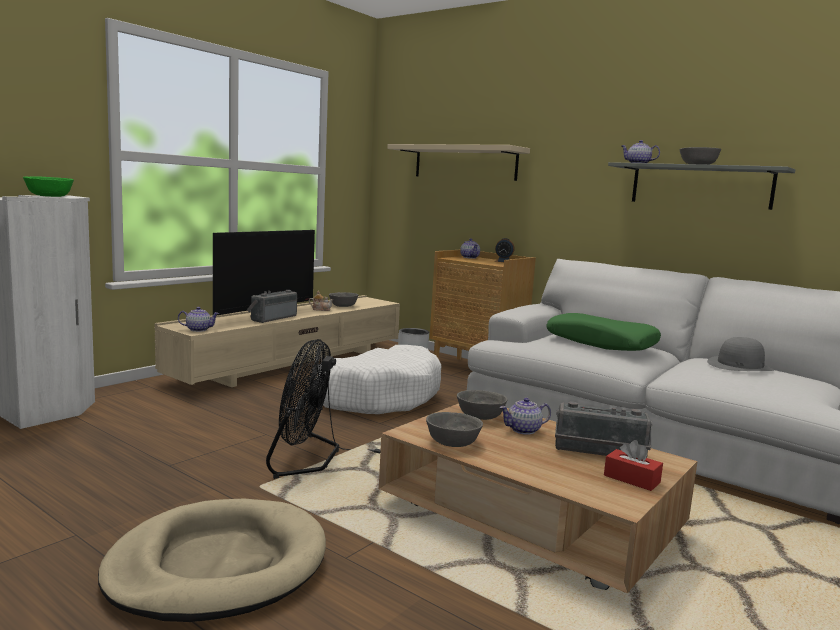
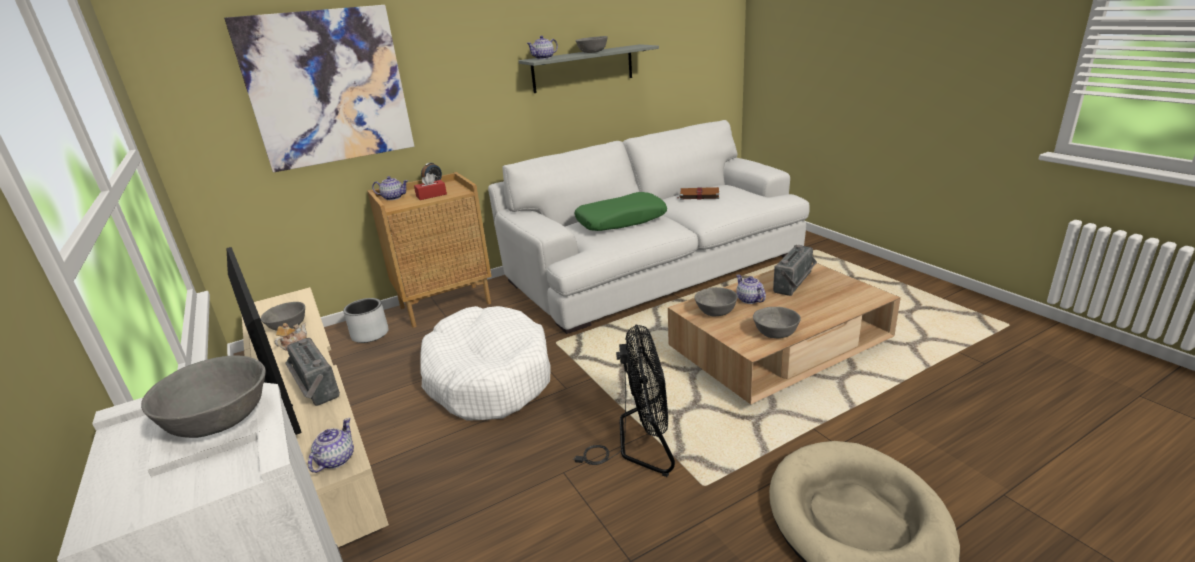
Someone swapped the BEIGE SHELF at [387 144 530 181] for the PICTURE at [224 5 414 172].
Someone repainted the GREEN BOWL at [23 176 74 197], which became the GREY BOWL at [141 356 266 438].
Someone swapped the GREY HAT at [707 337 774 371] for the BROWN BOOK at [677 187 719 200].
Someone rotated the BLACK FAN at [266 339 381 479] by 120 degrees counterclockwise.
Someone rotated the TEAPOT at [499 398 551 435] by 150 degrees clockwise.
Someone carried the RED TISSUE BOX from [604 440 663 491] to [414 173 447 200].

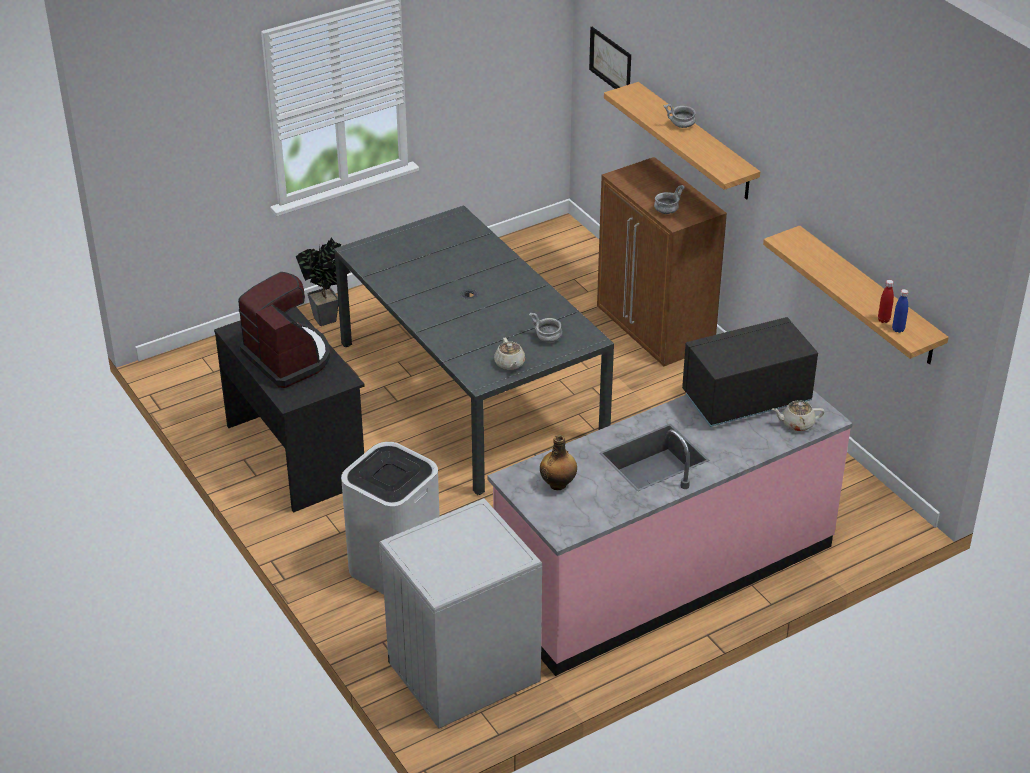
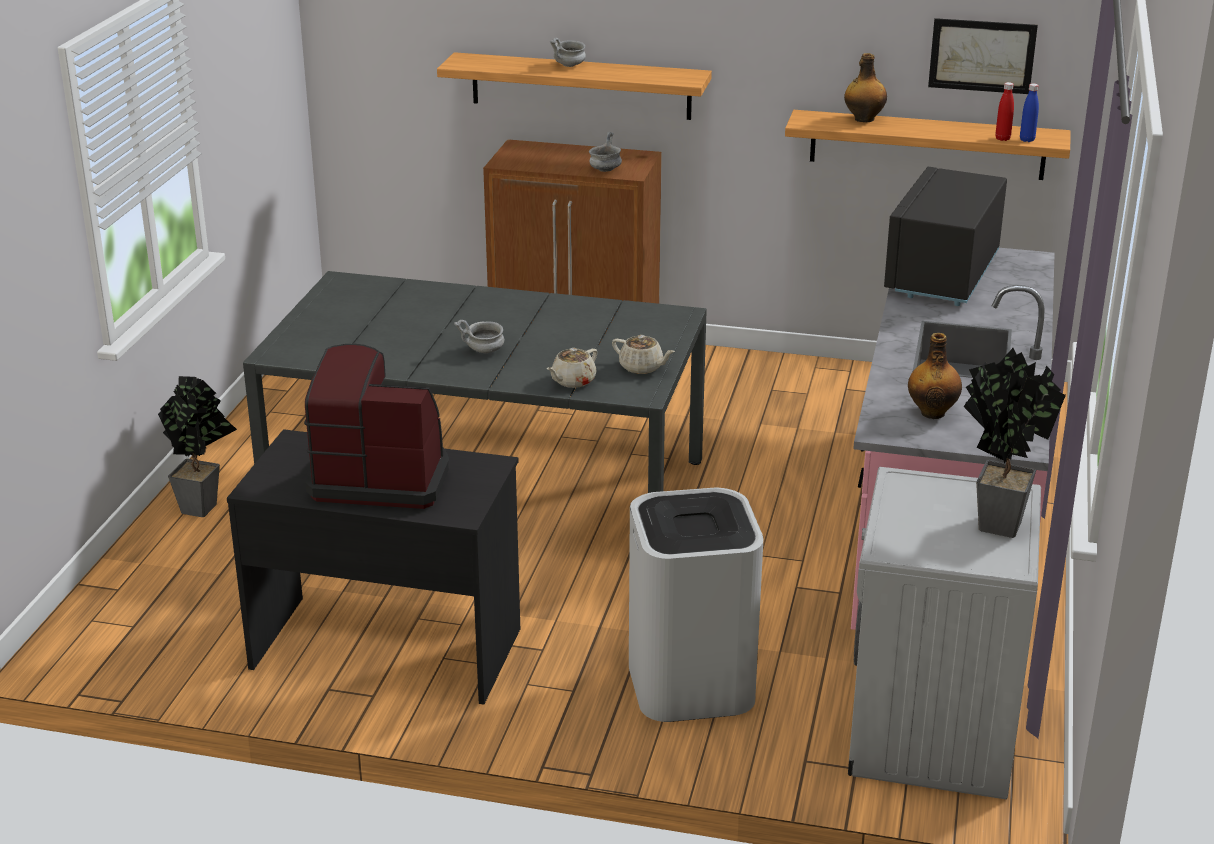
Someone carried the PICTURE from [589 27 631 89] to [928 18 1038 94].
Someone carried the GREY BOWL from [529 313 562 342] to [454 320 504 353].
Someone carried the BEIGE TEAPOT from [772 400 825 431] to [547 348 597 388].
Someone put down the BOTTLE at [844 53 887 122].
Someone put down the POTTED PLANT at [963 348 1066 538].

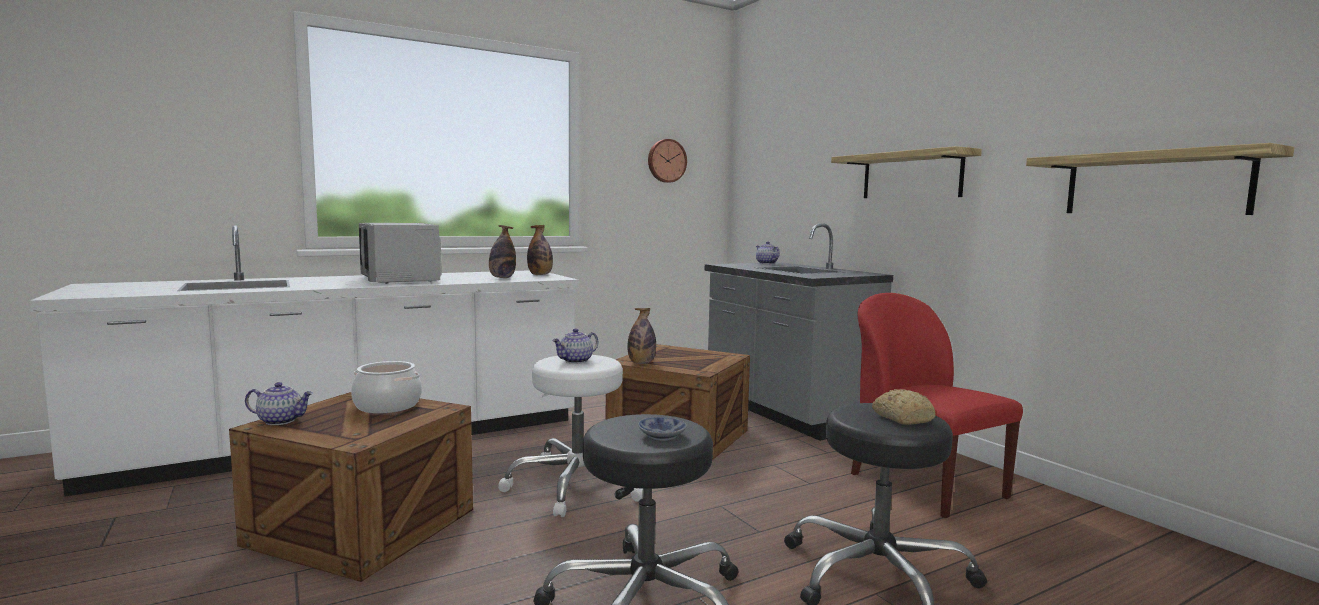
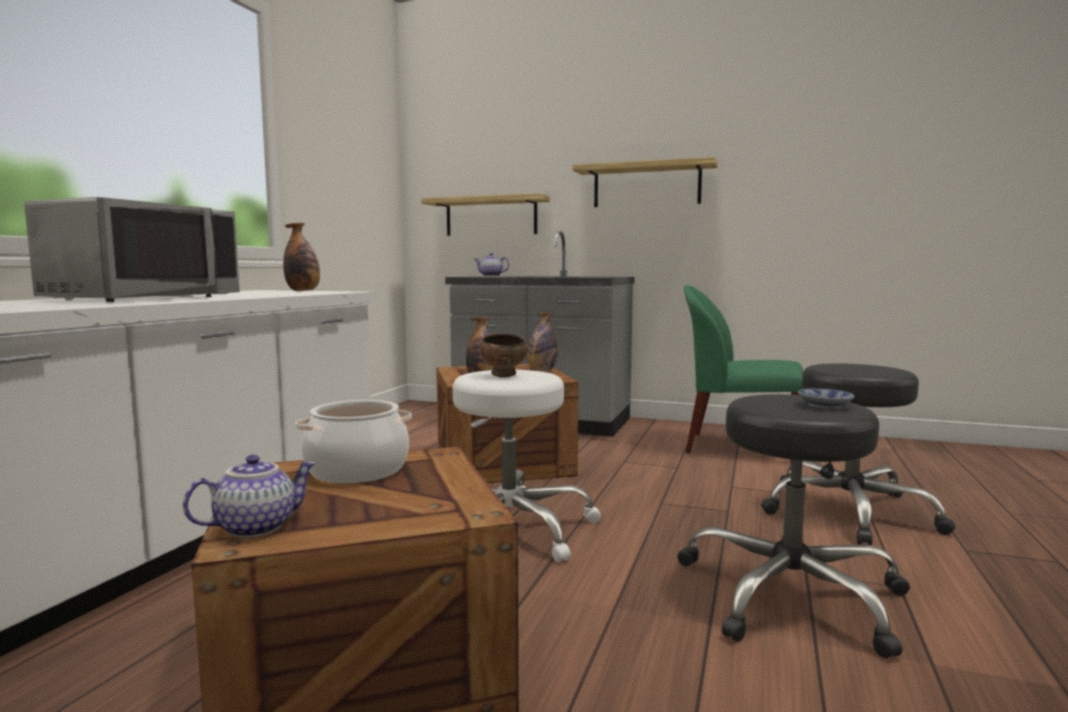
Someone took away the WALL CLOCK at [648 139 687 183].
Someone carried the SHELF from [1026 143 1294 215] to [421 193 550 236].
Someone rotated the GREY MICROWAVE at [359 223 442 284] by 90 degrees counterclockwise.
Someone carried the BOTTLE from [489 225 516 278] to [528 312 558 371].
Someone repainted the RED CHAIR at [851 293 1023 518], which became the GREEN CHAIR at [684 285 803 463].
Someone swapped the TEAPOT at [552 328 598 364] for the BROWN BOWL at [480 334 528 378].
Someone took away the BREAD at [872 389 935 425].

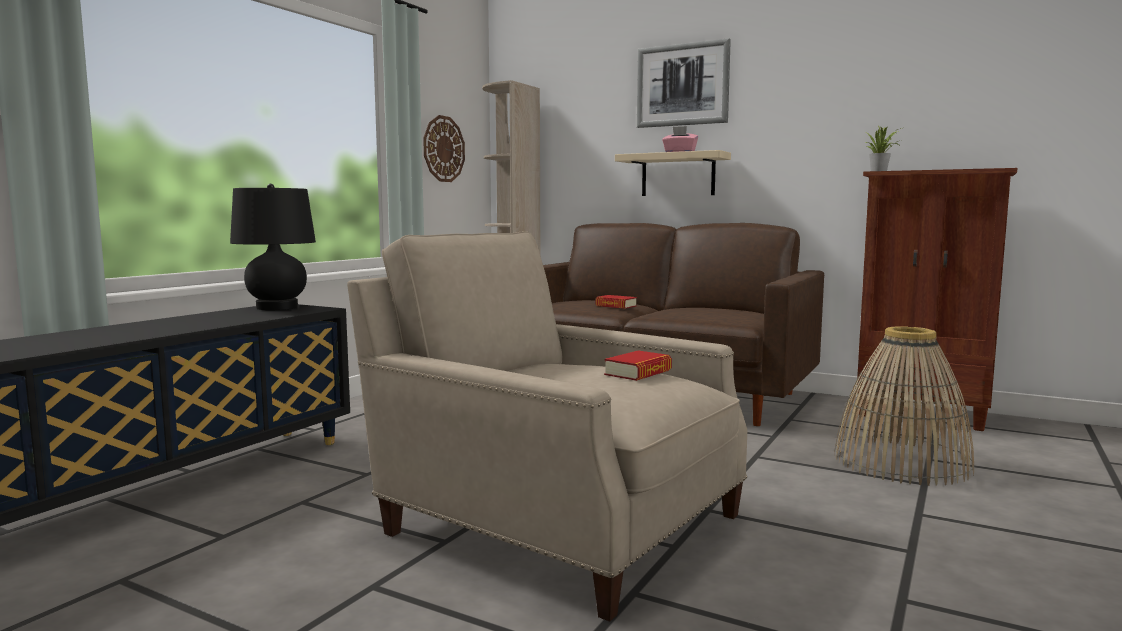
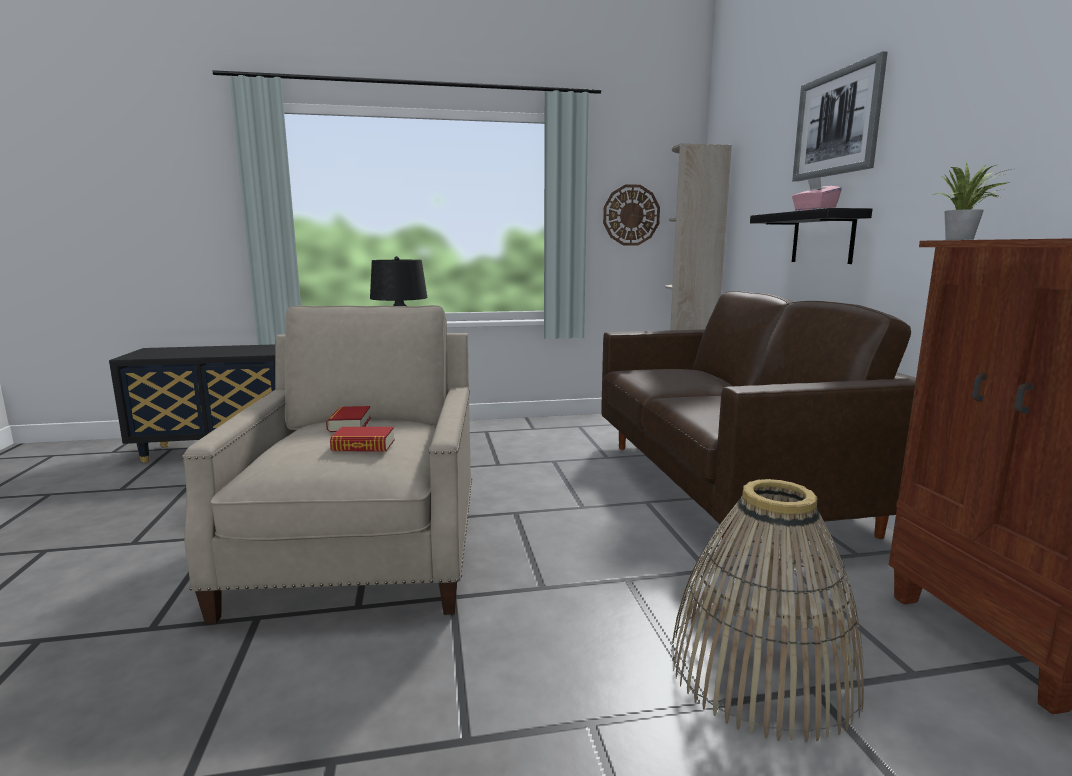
Someone repainted the BEIGE SHELF at [615 150 731 196], which became the BLACK SHELF at [750 208 872 264].
Someone carried the BOOK from [595 295 637 309] to [326 406 371 432].

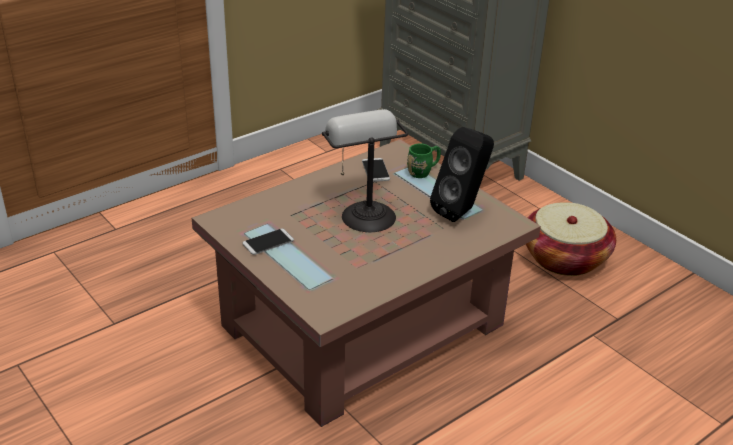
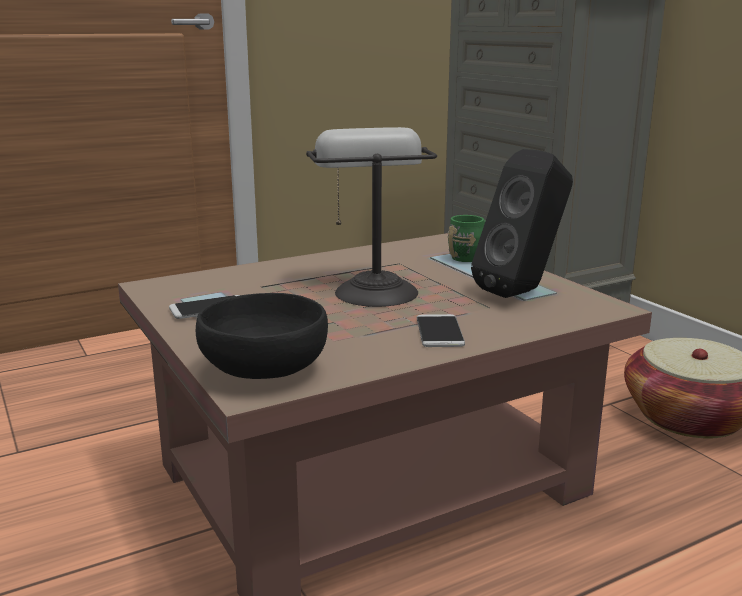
Someone carried the PHONE from [362 158 390 182] to [417 314 465 347].
Someone put down the BLACK BOWL at [195 293 328 379].

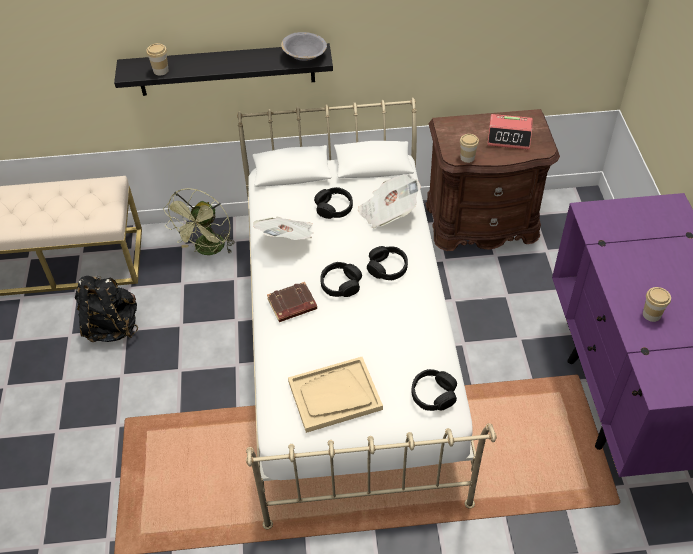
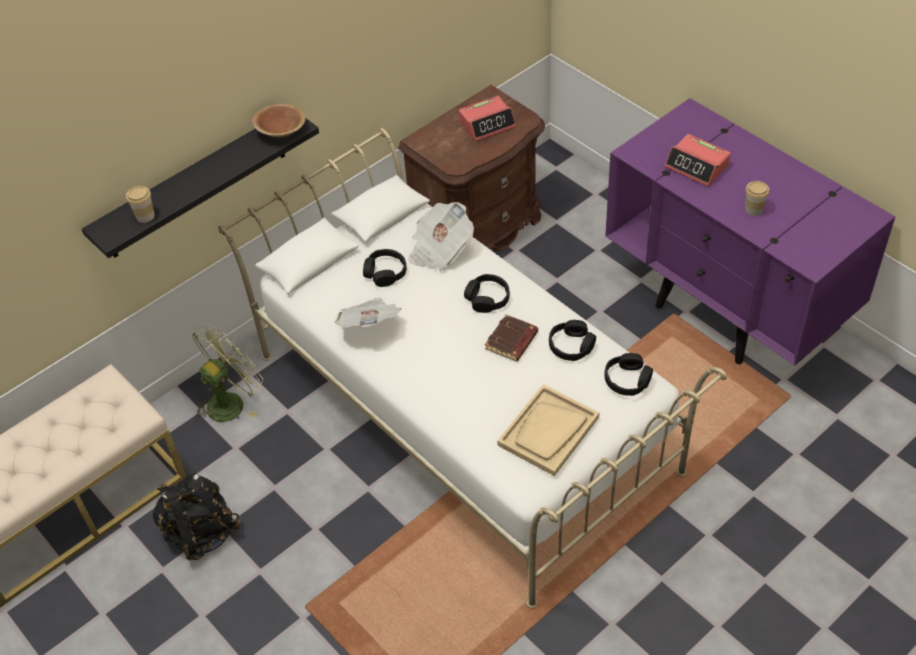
Someone repainted the GREY BOWL at [281 32 327 61], which became the BROWN BOWL at [252 104 305 137].
Someone took away the CUP at [460 134 479 163].
Someone rotated the GREEN FAN at [163 188 235 255] by 120 degrees counterclockwise.
Someone carried the BLACK HEADPHONES from [320 262 362 297] to [549 320 596 361].
Someone carried the BROWN BOOK from [267 282 317 322] to [485 314 538 361].
Someone put down the ALARM CLOCK at [665 134 731 186].

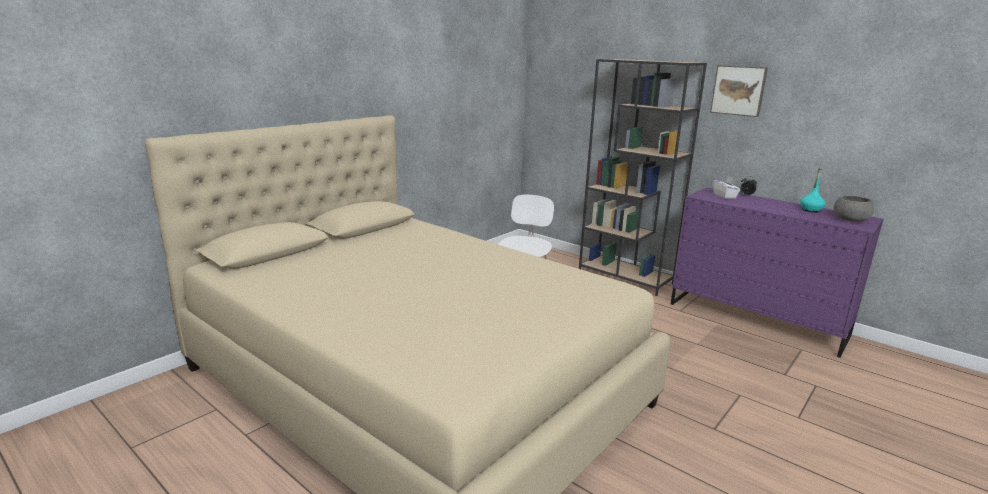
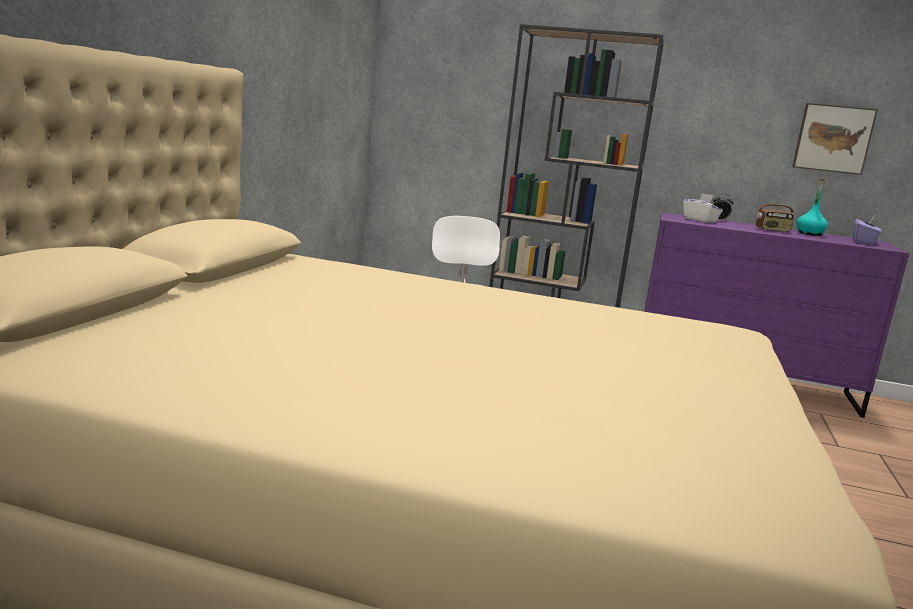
Someone carried the PICTURE from [710 65 768 117] to [792 103 878 175].
Someone swapped the GREY BOWL at [833 196 874 222] for the PURPLE TISSUE BOX at [852 215 881 245].
Someone put down the RADIO at [756 194 794 232].

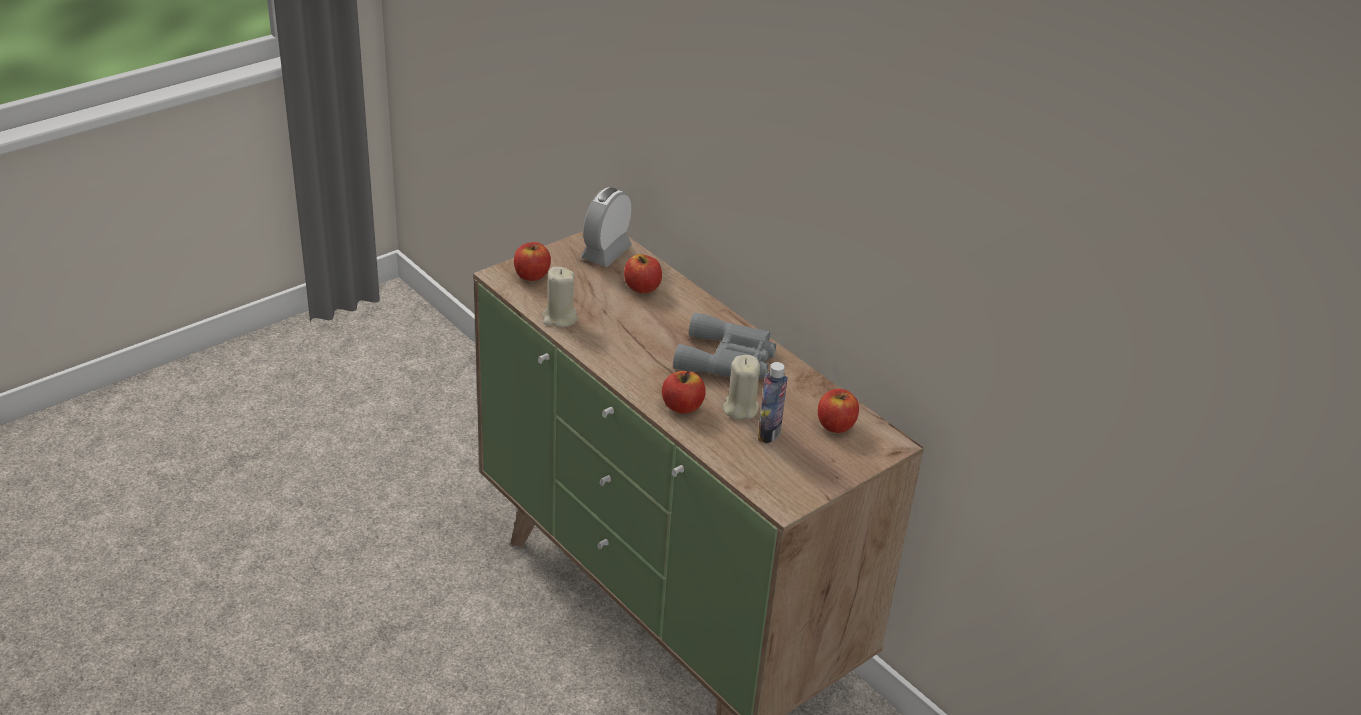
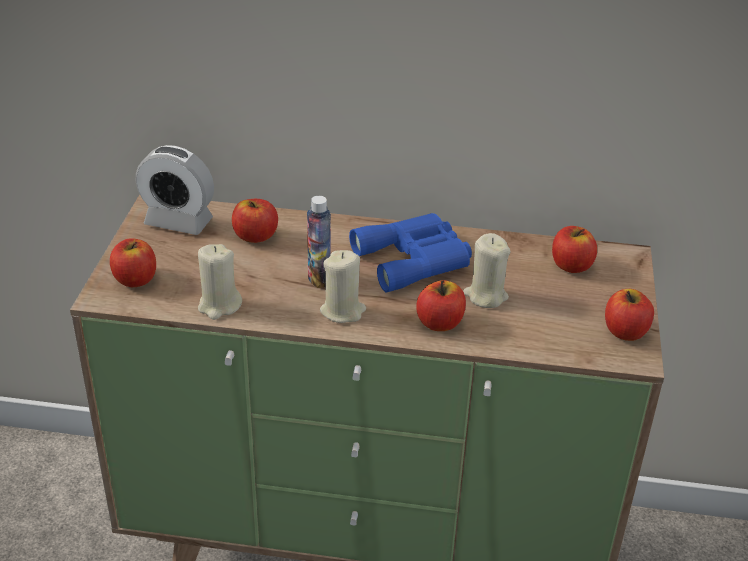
Someone rotated the ALARM CLOCK at [580 187 632 267] by 60 degrees counterclockwise.
Someone repainted the GREY BINOCULARS at [673 312 776 379], which became the BLUE BINOCULARS at [349 213 472 292].
Someone carried the BOTTLE from [758 362 788 444] to [307 196 331 288].
Someone put down the BEIGE CANDLE at [320 250 366 323].
Someone put down the APPLE at [605 289 654 341].

